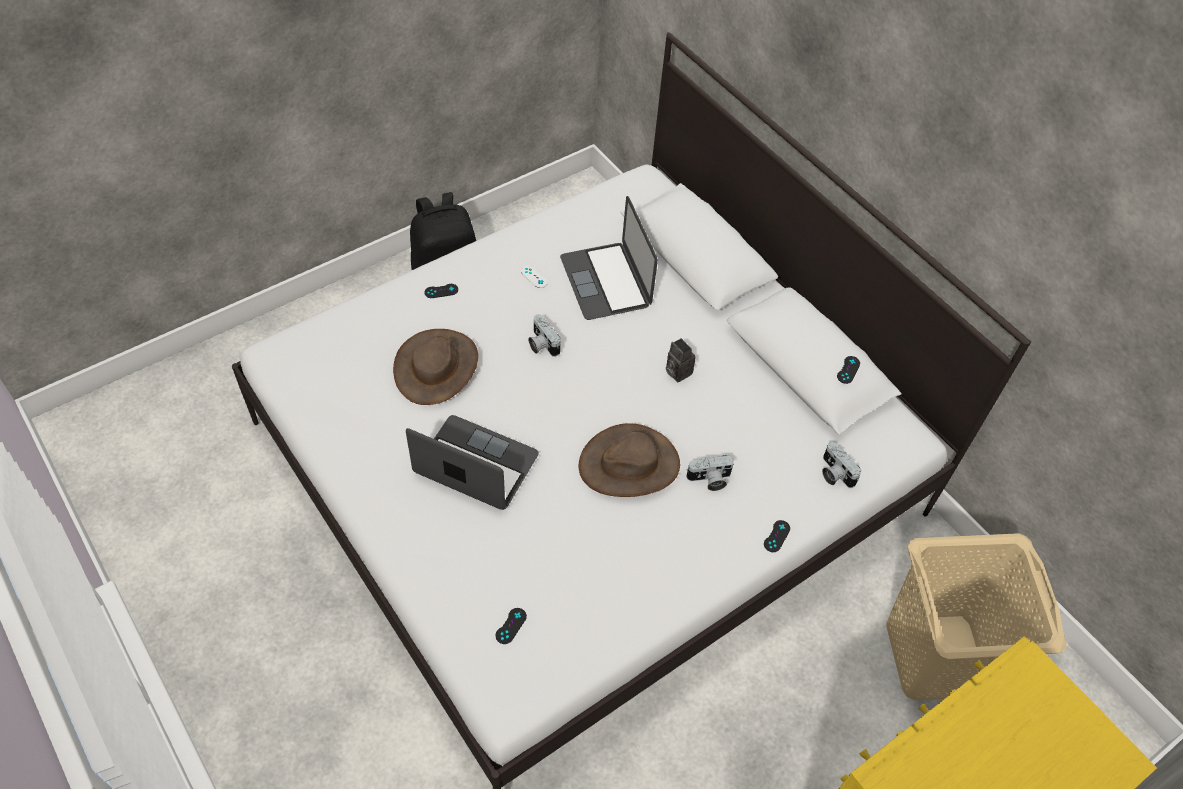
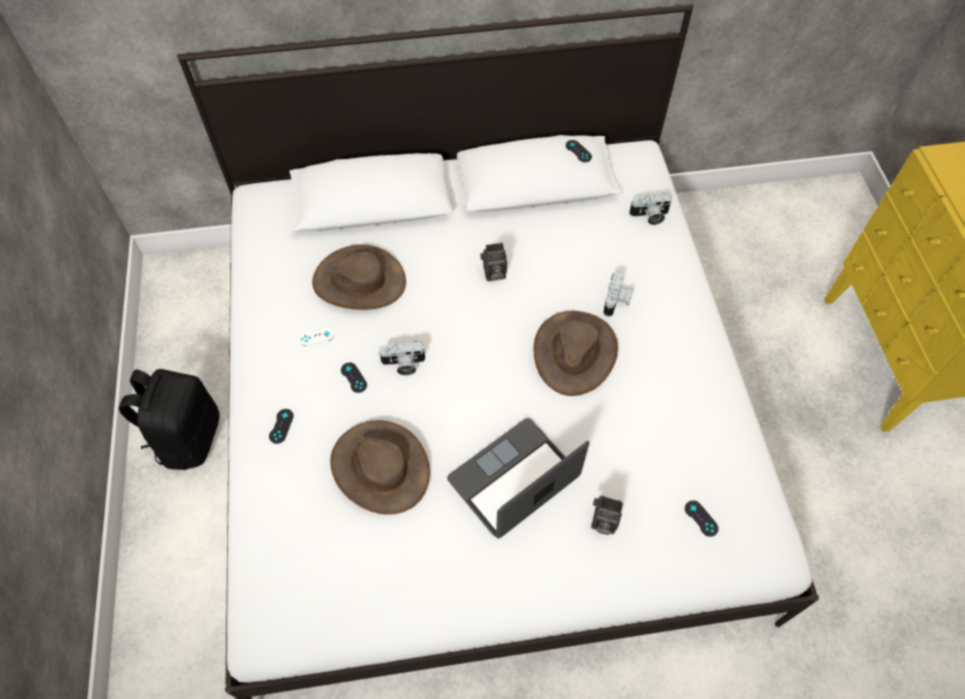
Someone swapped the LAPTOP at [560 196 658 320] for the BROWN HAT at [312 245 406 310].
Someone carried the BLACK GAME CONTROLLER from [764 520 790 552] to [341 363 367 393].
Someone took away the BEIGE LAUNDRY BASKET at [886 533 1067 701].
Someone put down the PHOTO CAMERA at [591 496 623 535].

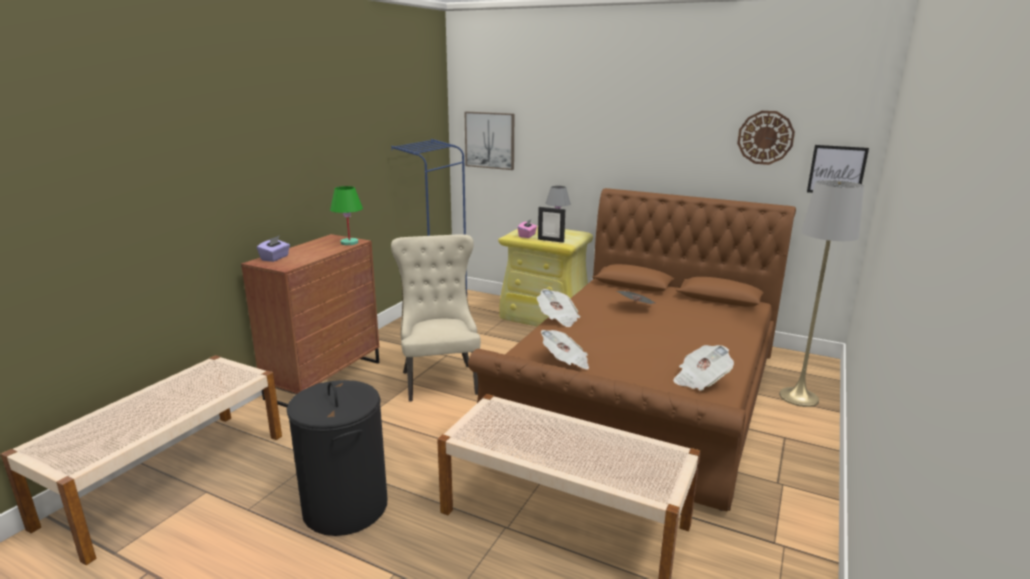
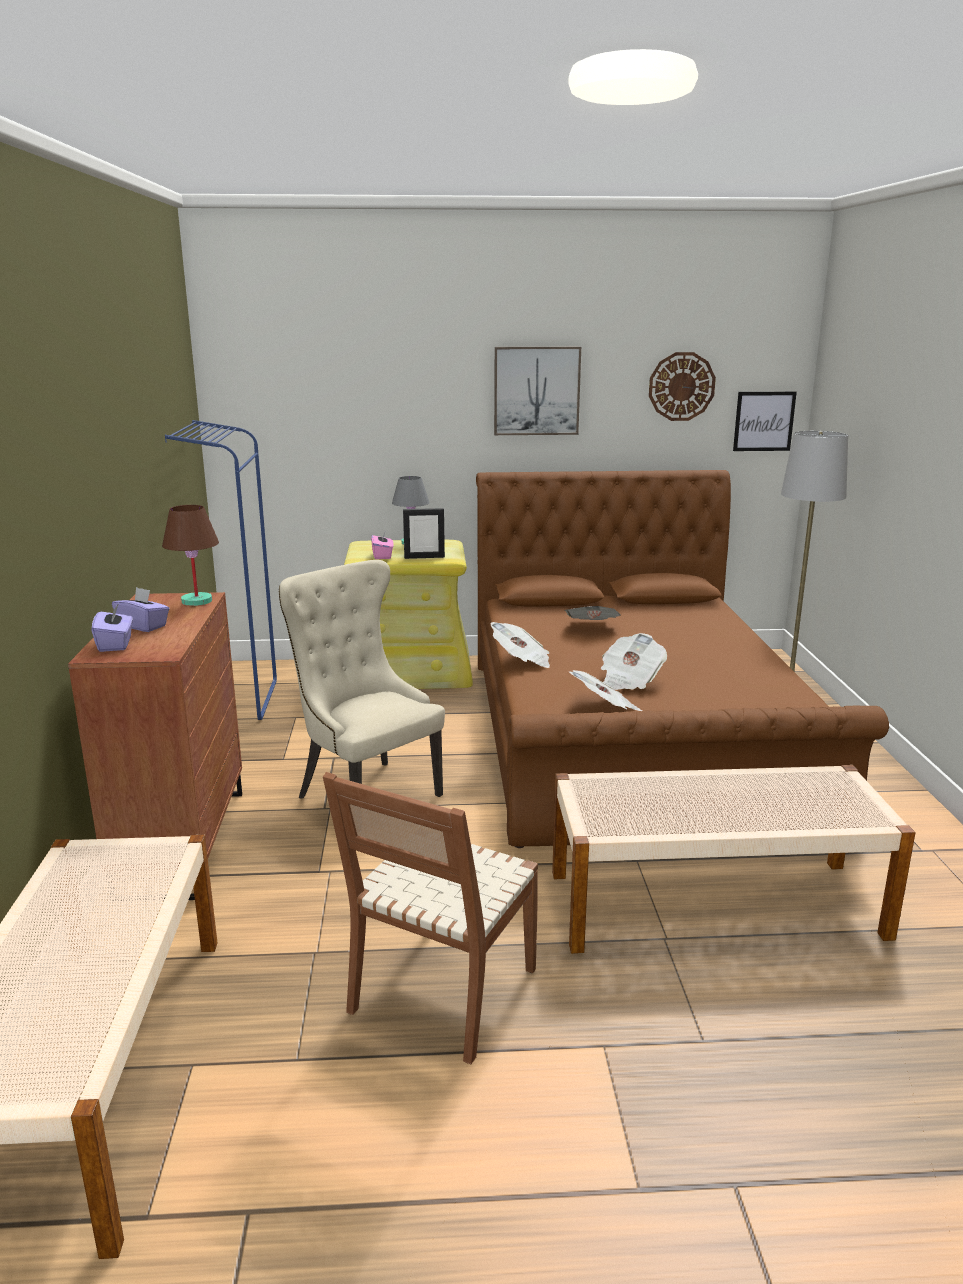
Someone carried the PICTURE from [465 111 514 170] to [494 347 581 435].
Someone repainted the GREEN TABLE LAMP at [330 186 363 245], which became the BROWN TABLE LAMP at [162 505 219 606].
Someone carried the NEWSPAPER from [673 345 734 390] to [601 633 667 690].
Someone swapped the BLACK LAUNDRY BASKET at [286 380 387 536] for the CHAIR at [323 772 538 1064].
Someone put down the PURPLE TISSUE BOX at [112 587 170 632].

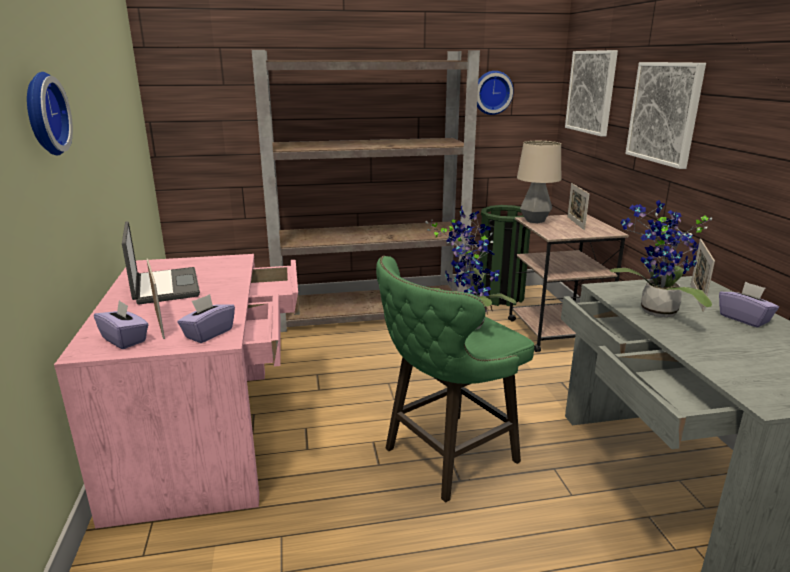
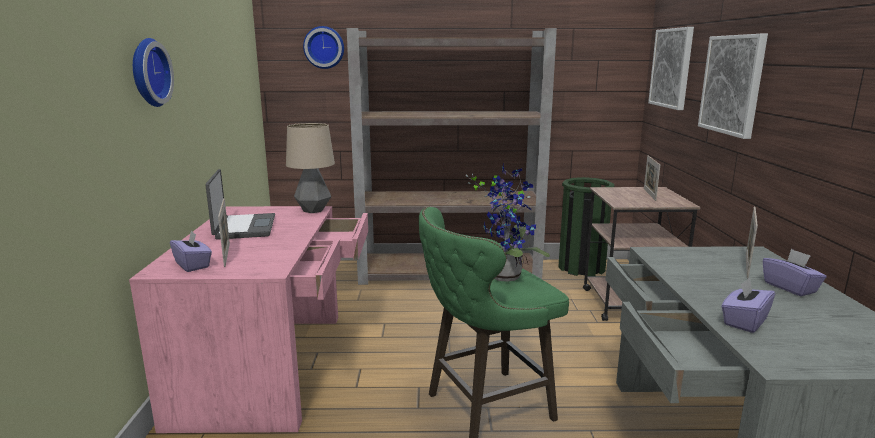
Someone carried the WALL CLOCK from [477 71 514 115] to [303 26 344 69].
Someone carried the TABLE LAMP from [517 141 561 223] to [286 123 335 213].
Someone took away the POTTED PLANT at [610 200 712 318].
Someone carried the PURPLE TISSUE BOX from [177 294 235 343] to [721 277 775 333].

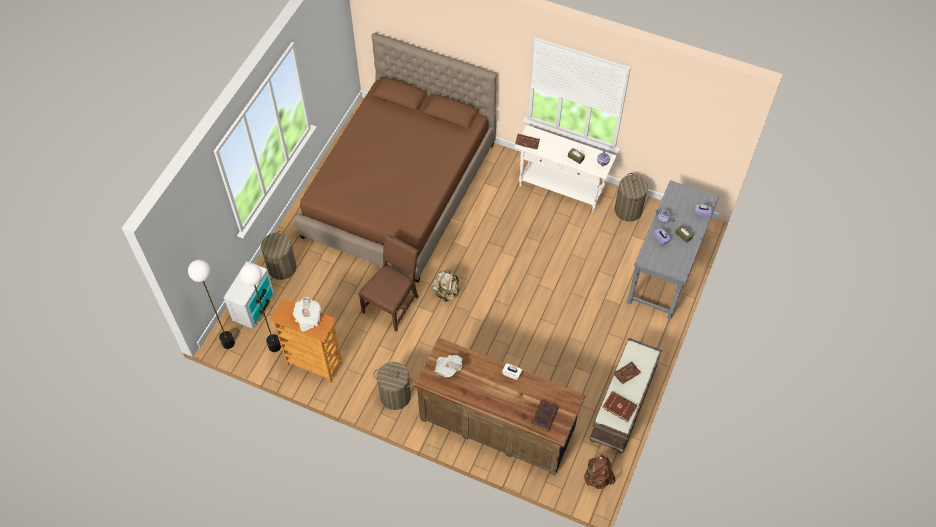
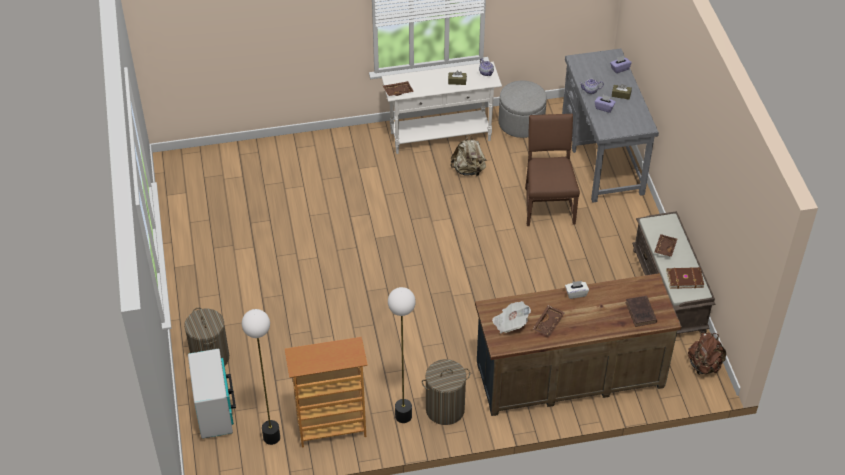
Someone took away the BROWN BED at [294 33 497 283].
Someone swapped the LAUNDRY BASKET at [614 173 648 221] for the GREY OTTOMAN at [499 81 547 138].
Someone carried the BROWN CHAIR from [358 234 419 332] to [525 114 580 226].
Someone carried the FLOOR LAMP from [188 260 235 349] to [388 287 416 423].
Someone carried the BEIGE BACKPACK from [432 270 459 302] to [450 135 487 176].
Someone took away the NEWSPAPER at [293 297 321 332].
Someone put down the BROWN TRAY at [533 305 565 337].

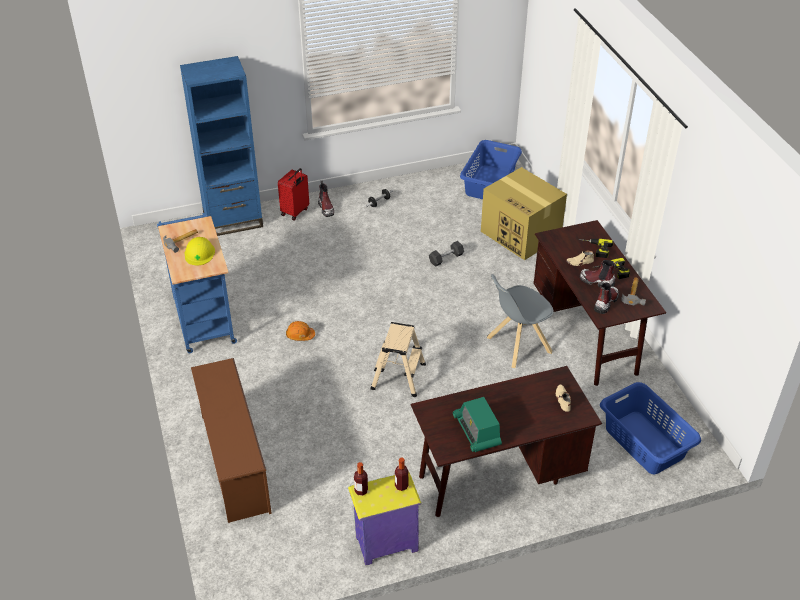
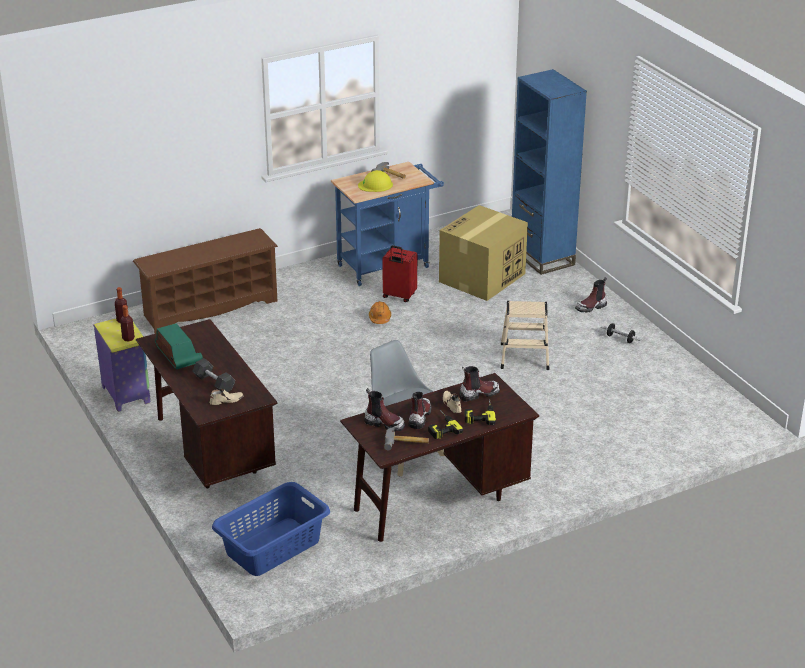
Someone took away the BLUE LAUNDRY BASKET at [460 140 522 199].
Someone carried the CARDBOARD BOX from [481 167 567 260] to [439 205 528 301].
Someone carried the RED SUITCASE from [278 168 309 220] to [382 245 417 302].
Someone carried the BLACK DUMBBELL from [429 241 464 267] to [192 358 235 392].
Someone carried the BEIGE STEP LADDER from [370 322 426 397] to [501 301 549 370].
Someone rotated the RADIO at [453 397 502 452] by 90 degrees clockwise.
Someone put down the BOOT at [459 366 500 401].

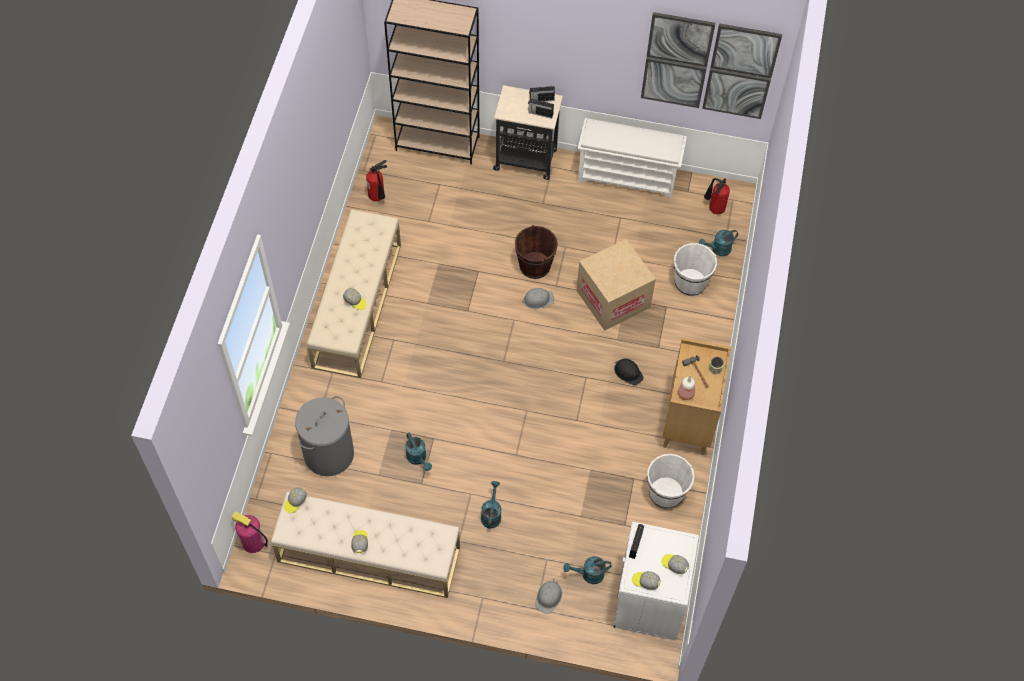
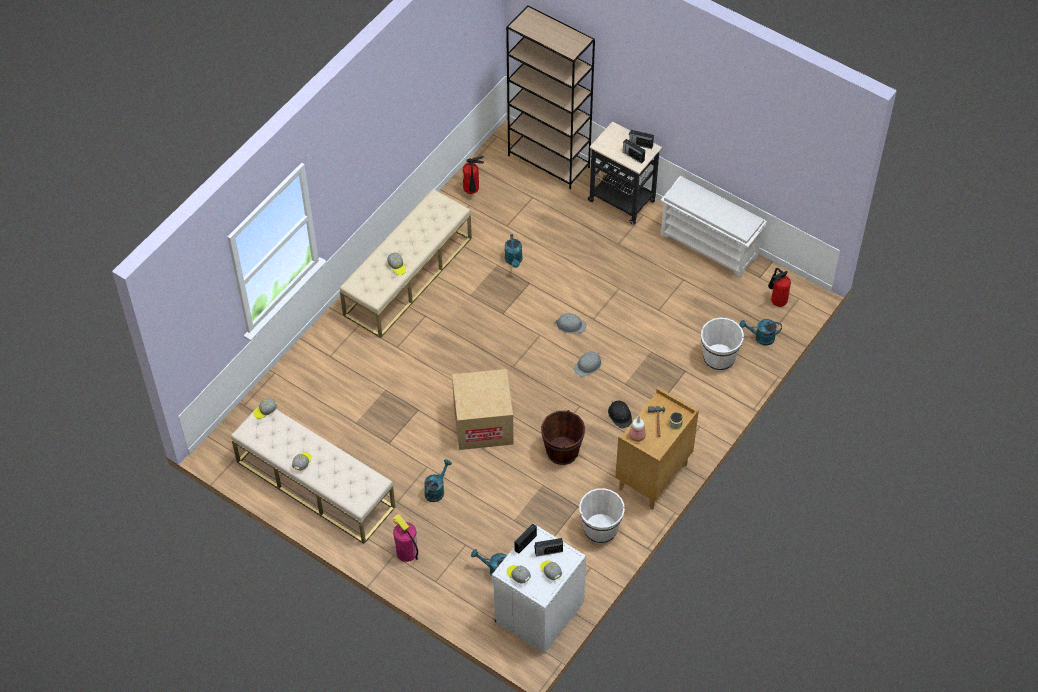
Someone took away the PICTURE at [641 12 782 119].
Someone carried the BROWN BUCKET from [515 225 558 279] to [541 410 585 465].
Someone carried the CARDBOARD BOX from [576 239 656 331] to [452 369 513 450].
Someone took away the GREY LAUNDRY BASKET at [295 396 354 476].
Someone carried the TURQUOISE WATERING CAN from [405 433 432 471] to [505 234 523 268].
Someone carried the FIRE EXTINGUISHER from [231 511 268 553] to [393 514 418 562].
Someone carried the GREY HARD HAT from [535 579 562 614] to [573 352 602 377].
Someone put down the RADIO at [534 538 563 556].

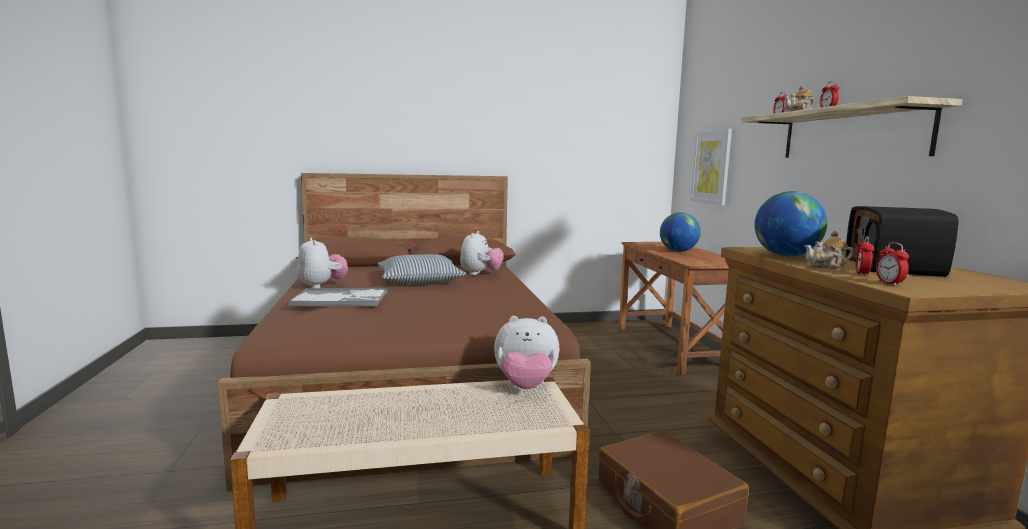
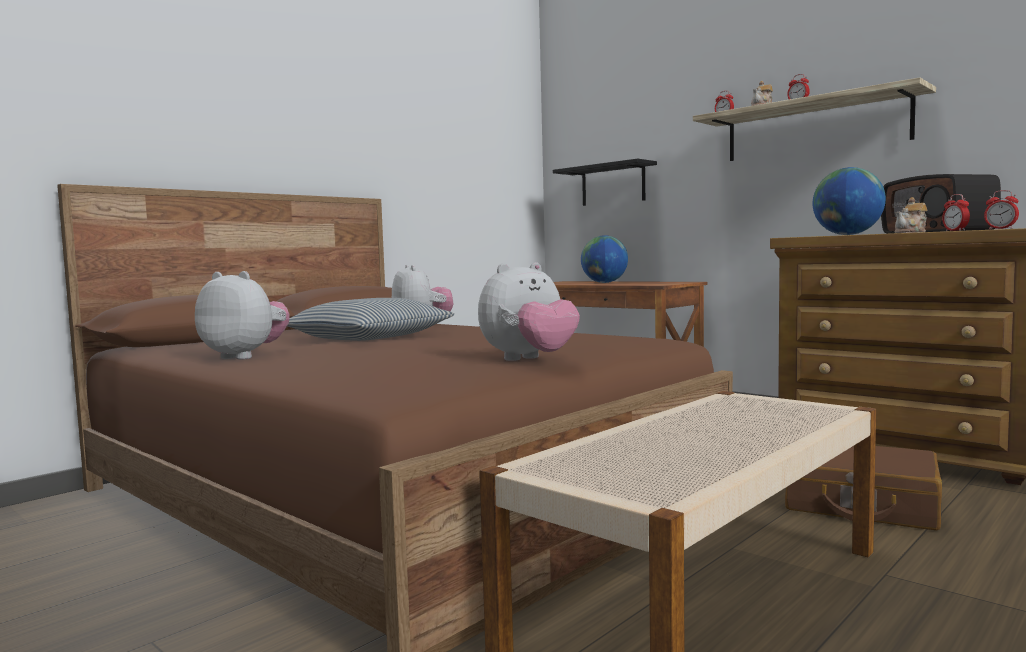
Someone swapped the PICTURE at [690 129 732 205] for the BLACK SHELF at [553 159 657 206].
Someone took away the TRAY at [288 288 387 306].
Someone carried the PLUSH TOY from [494 316 559 389] to [478 262 580 361].

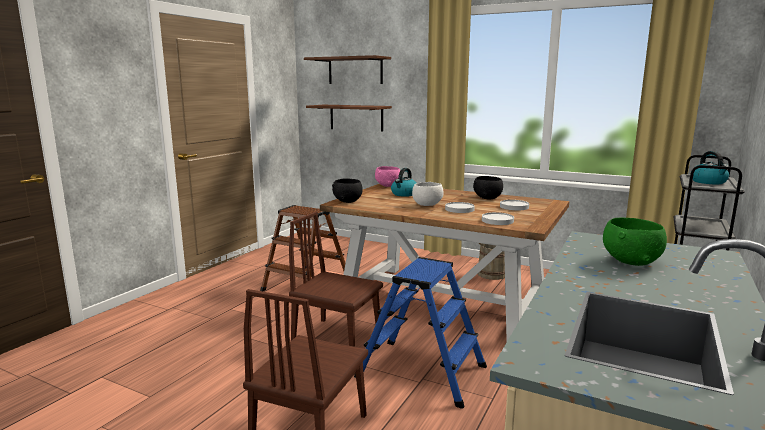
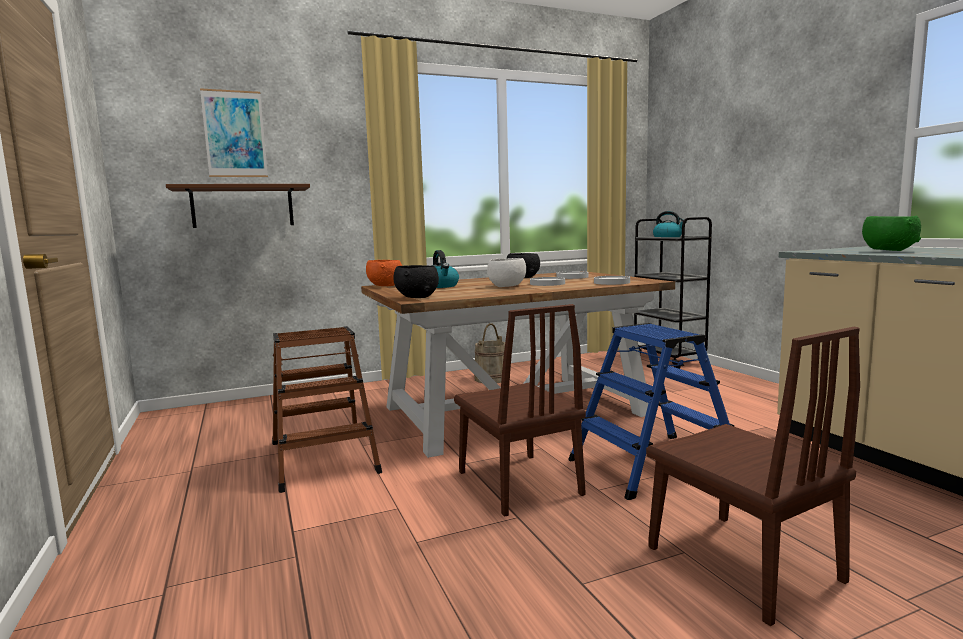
Someone swapped the BROWN SHELF at [304 55 391 84] for the PICTURE at [200 88 268 177].
Someone repainted the PINK BOWL at [375 166 400 187], which became the ORANGE BOWL at [366 260 402 286].
Someone rotated the BROWN CHAIR at [289 212 383 347] by 90 degrees counterclockwise.

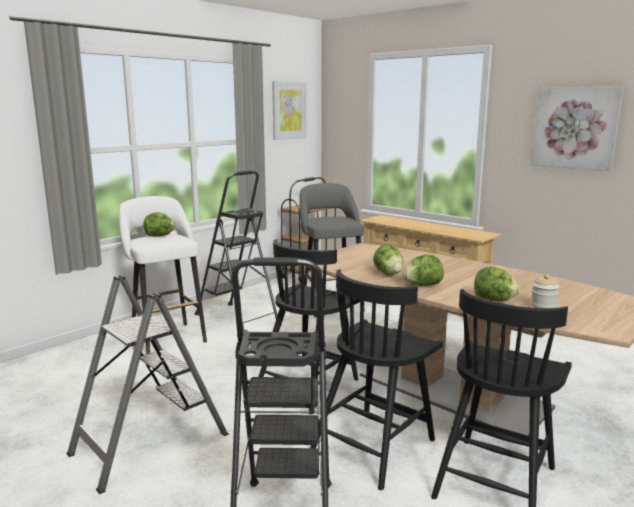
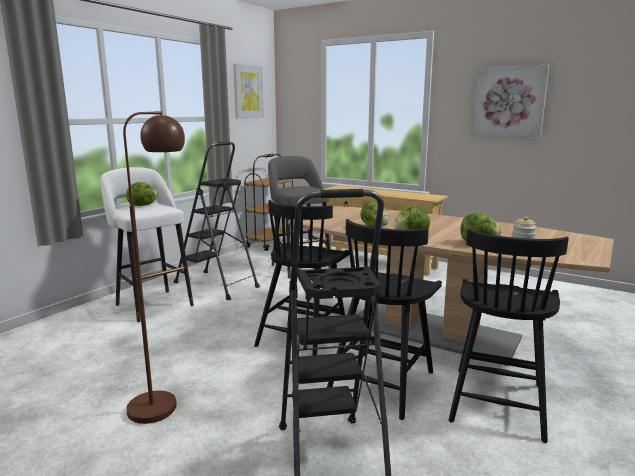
Someone swapped the GREY STEP LADDER at [66 275 229 494] for the BROWN FLOOR LAMP at [123 111 185 424].

